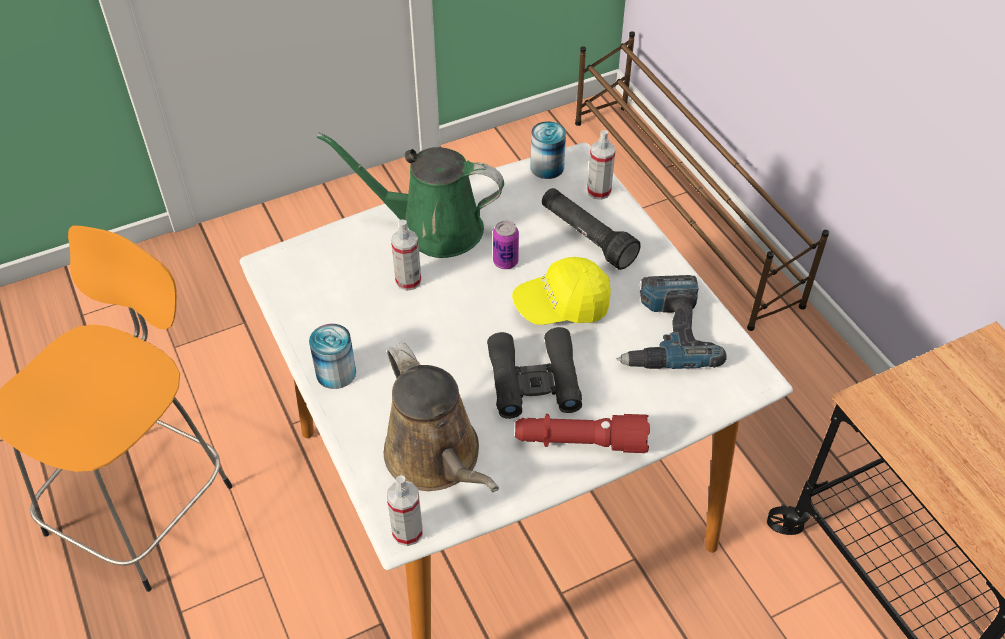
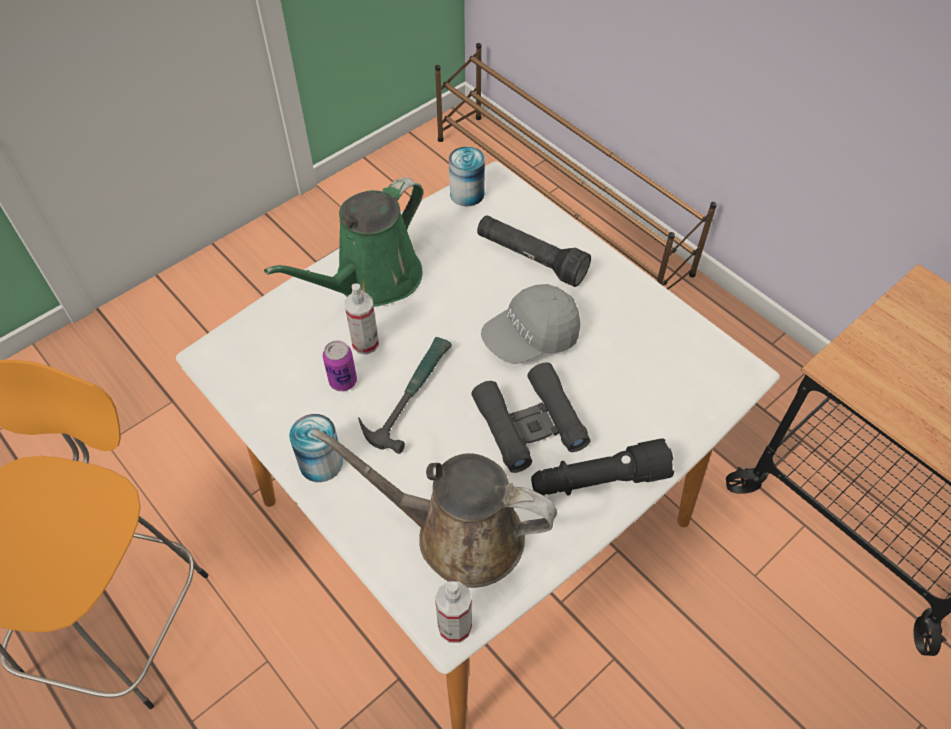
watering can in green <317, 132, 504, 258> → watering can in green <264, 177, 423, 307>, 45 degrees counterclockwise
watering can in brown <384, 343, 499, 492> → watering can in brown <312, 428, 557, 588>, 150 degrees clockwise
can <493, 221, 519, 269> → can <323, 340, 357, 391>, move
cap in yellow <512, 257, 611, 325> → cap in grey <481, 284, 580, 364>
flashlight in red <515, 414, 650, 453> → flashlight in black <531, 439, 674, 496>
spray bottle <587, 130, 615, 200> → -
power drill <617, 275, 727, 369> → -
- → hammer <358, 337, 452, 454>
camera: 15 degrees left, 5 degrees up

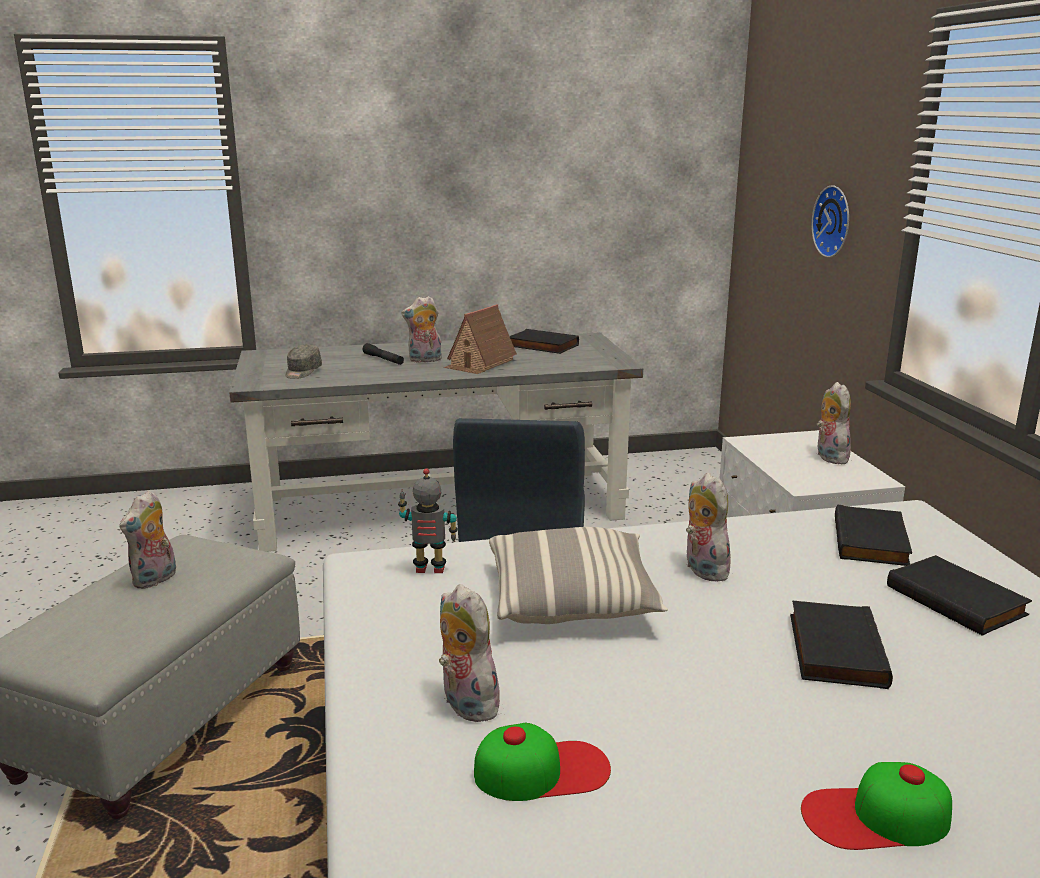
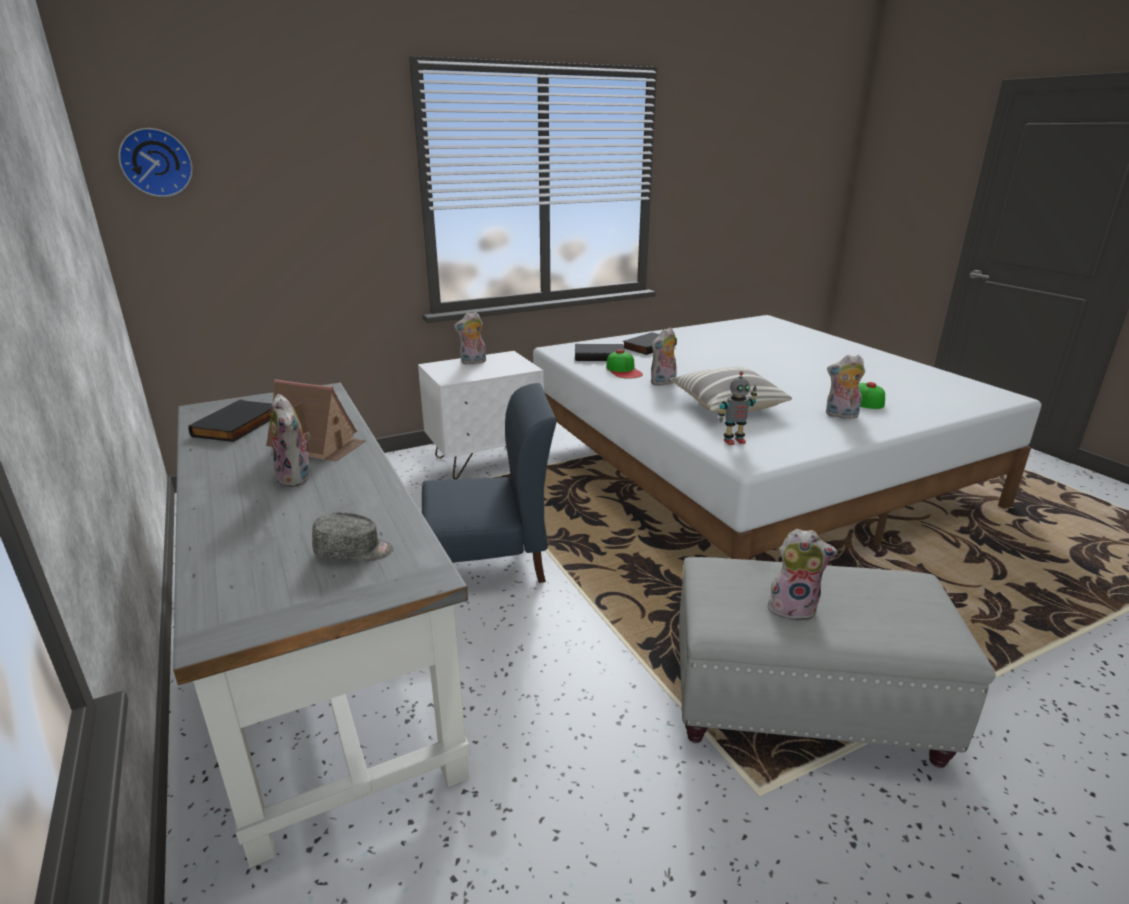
flashlight in black <363, 343, 404, 365> → -
toy robot <398, 468, 458, 573> → toy robot <718, 371, 757, 445>, 90 degrees counterclockwise
plush toy <439, 584, 502, 722> → plush toy <826, 355, 865, 418>, 60 degrees clockwise
book in black <790, 600, 893, 689> → -
cap <801, 762, 952, 850> → cap <606, 350, 643, 379>, move
wall clock <811, 185, 849, 258> → wall clock <118, 128, 193, 197>, move
camera: 105 degrees left, 5 degrees up

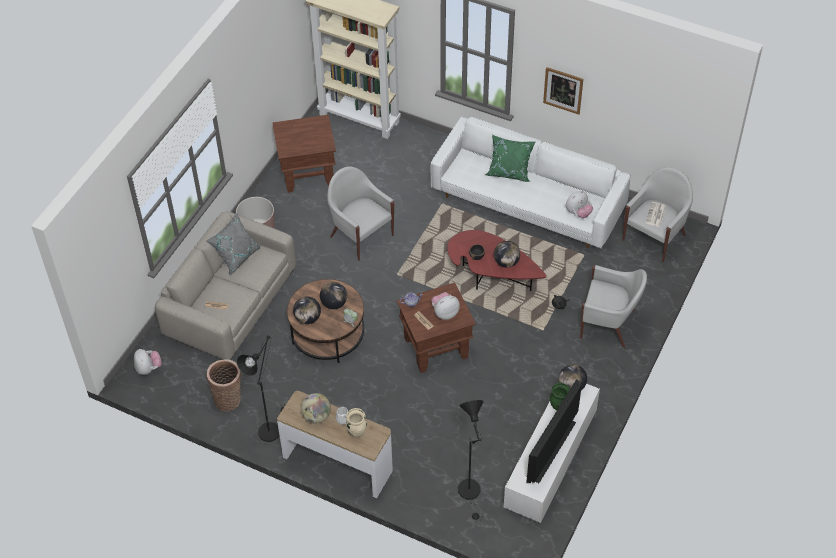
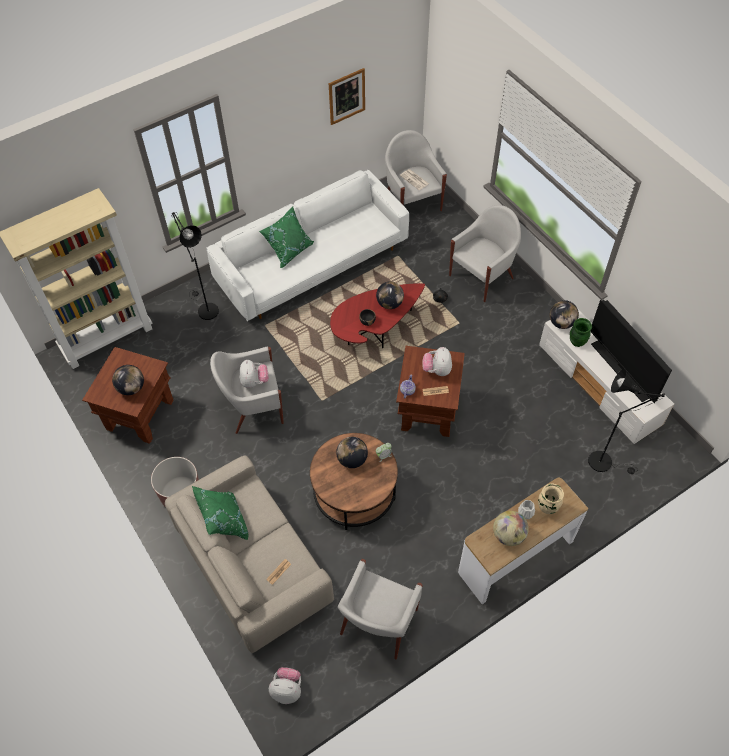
pillow in grey <206, 213, 261, 275> → pillow in green <192, 486, 248, 540>
basket <207, 359, 241, 411> → armchair in white <338, 559, 422, 660>
floor lamp in black <237, 335, 284, 442> → floor lamp in black <171, 212, 219, 320>, move
globe <293, 297, 321, 324> → globe <112, 365, 144, 395>, move
picture <543, 67, 583, 115> → picture <329, 68, 365, 125>, move
plush toy <566, 191, 593, 218> → plush toy <239, 360, 268, 388>, move
camera: 60 degrees left, 5 degrees up

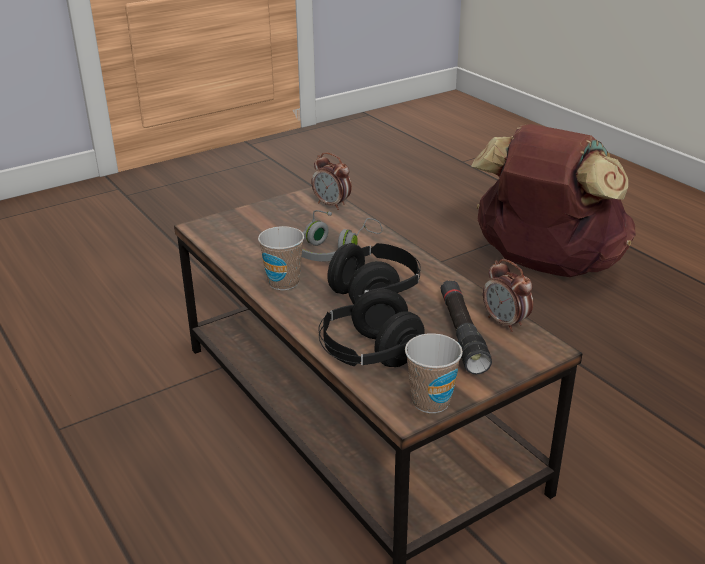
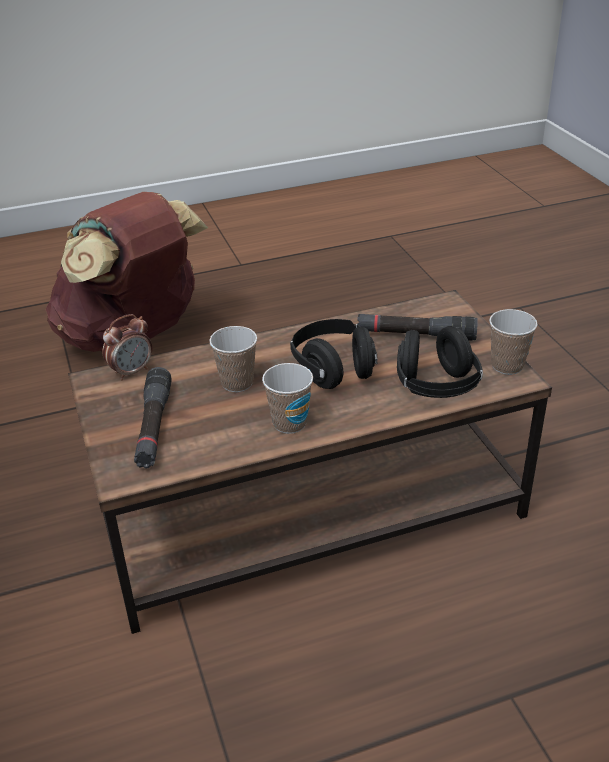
headphones in grey <302, 210, 383, 262> → cup <209, 326, 257, 392>
alarm clock <483, 259, 533, 332> → -
- → flashlight in black <134, 367, 172, 469>
camera: 75 degrees left, 5 degrees up

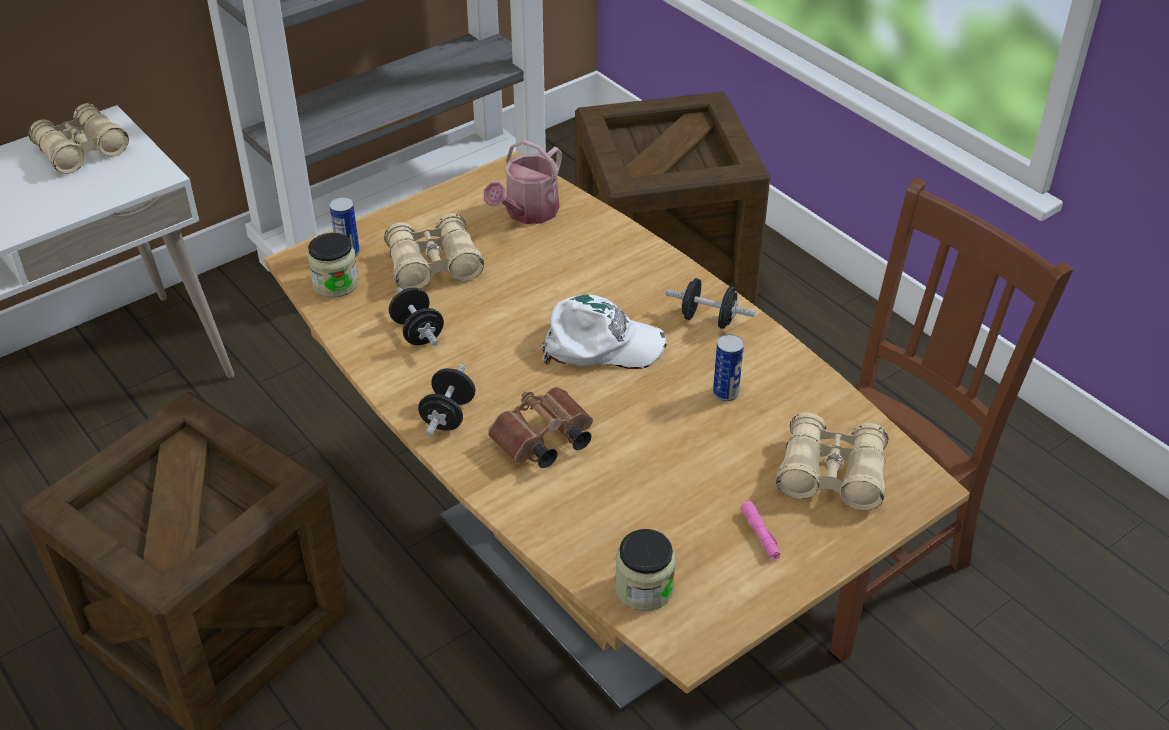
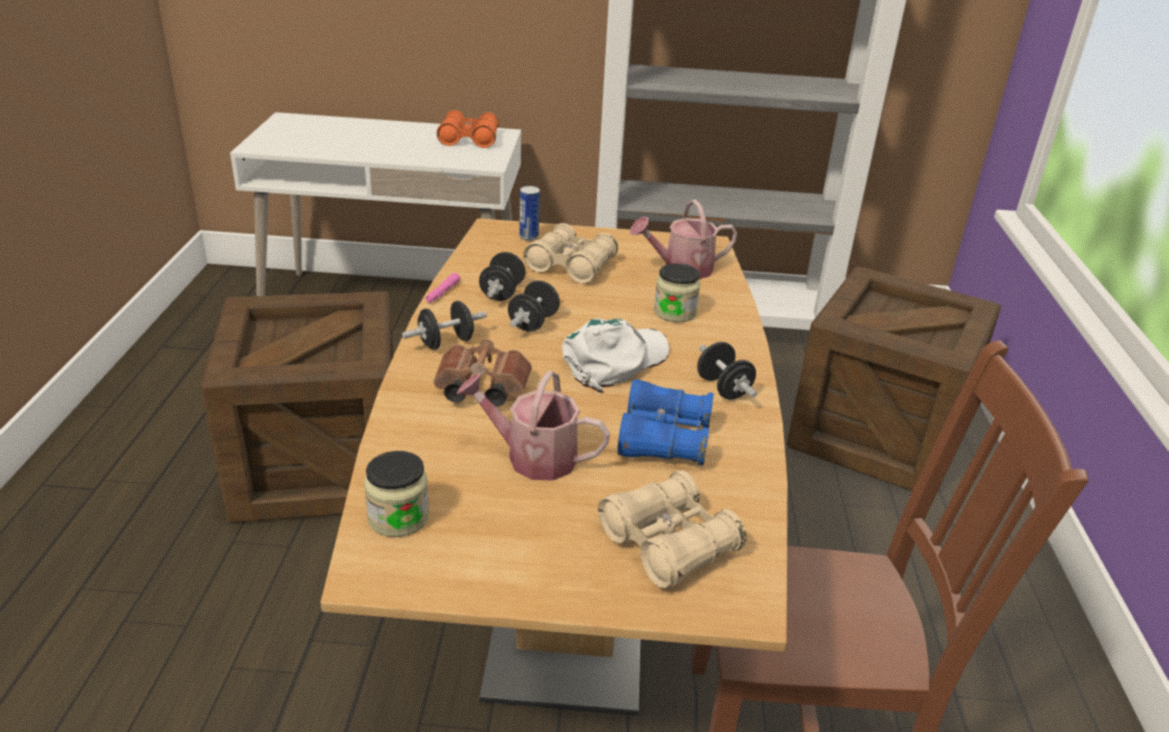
binoculars in beige <28, 103, 129, 174> → binoculars in orange <437, 110, 499, 148>
jar <308, 233, 359, 298> → jar <654, 263, 700, 322>, move
cap in white <542, 295, 667, 369> → cap in white <562, 318, 669, 393>, 90 degrees counterclockwise
can <713, 334, 744, 402> → binoculars in blue <617, 379, 714, 465>
flashlight in pink <741, 501, 780, 560> → flashlight in pink <426, 273, 460, 303>, move
- → watering can <456, 371, 610, 481>
- → dumbbell in black <508, 280, 560, 332>
camera: 40 degrees right, 10 degrees down

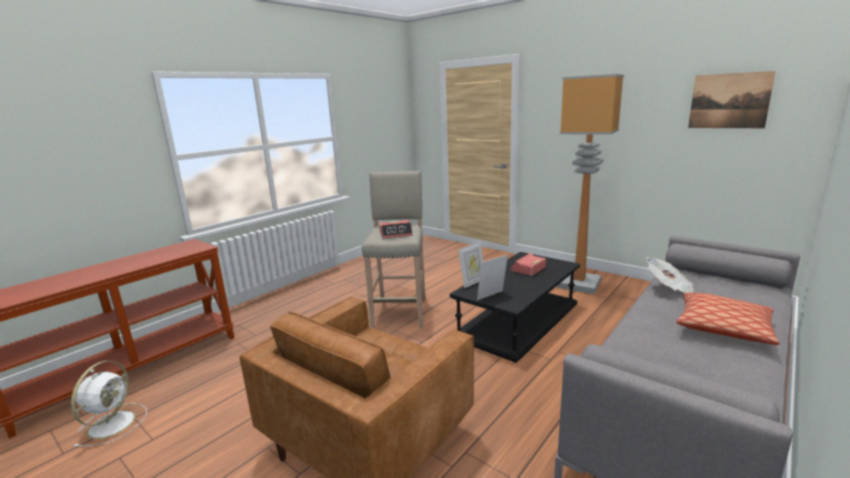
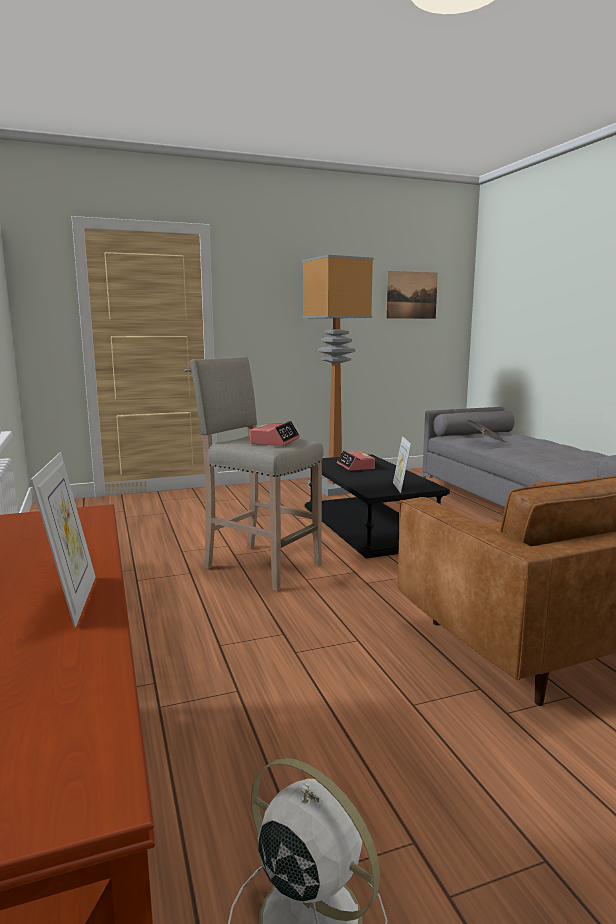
picture frame <459, 242, 483, 288> → picture frame <30, 452, 96, 628>, move
pillow <676, 293, 779, 345> → -
camera: 60 degrees left, 5 degrees down

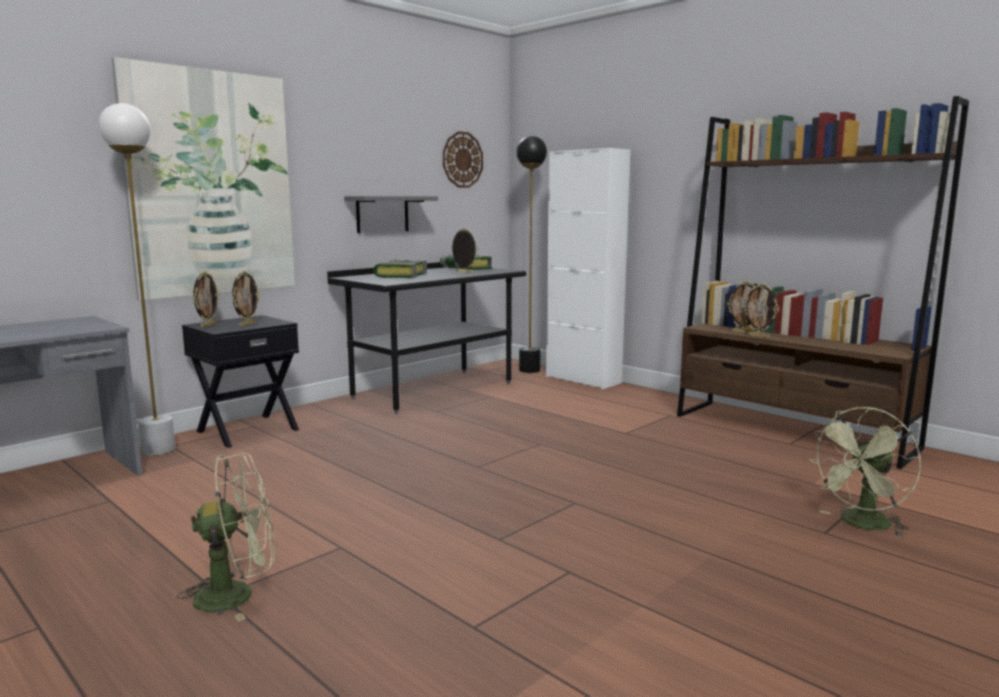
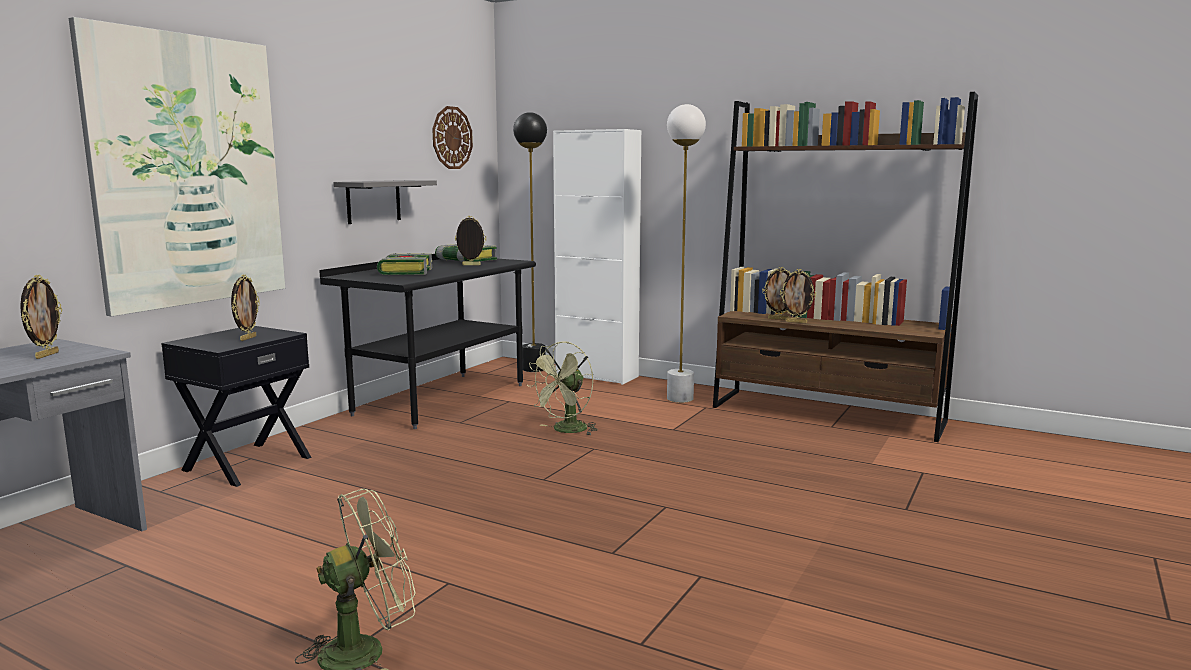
floor lamp in white <99, 103, 175, 456> → floor lamp in white <667, 104, 706, 403>, move
picture frame <194, 271, 220, 328> → picture frame <20, 275, 62, 359>, move
fan in green <809, 407, 921, 537> → fan in green <527, 341, 598, 435>, move
camera: 15 degrees left, 0 degrees up

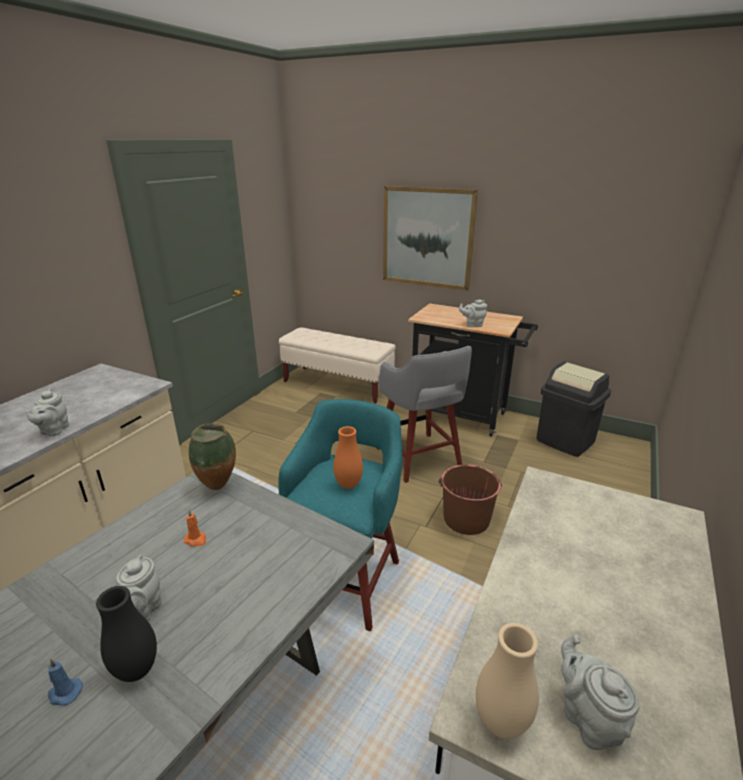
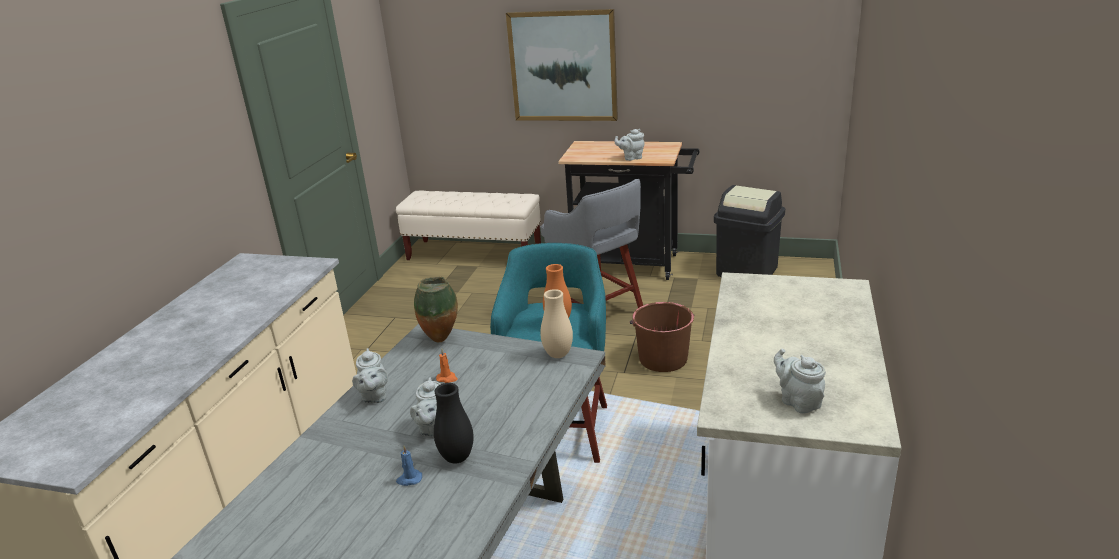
teapot in grey <25, 388, 69, 436> → teapot in grey <352, 348, 388, 403>, move
vase in beige <476, 623, 539, 739> → vase in beige <540, 289, 573, 358>, move
camera: 10 degrees left, 0 degrees up

